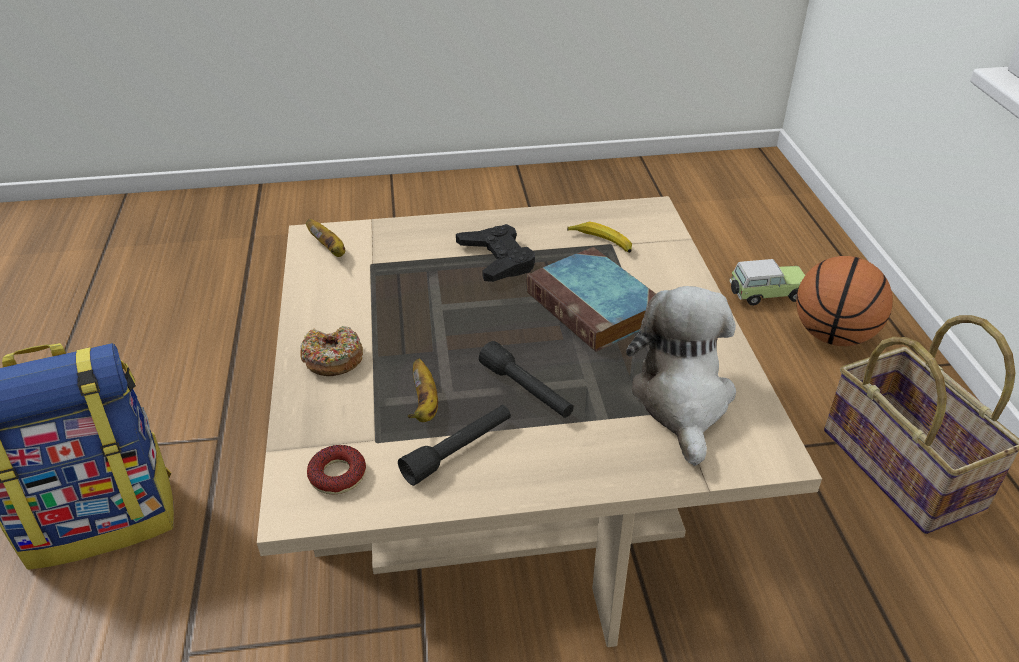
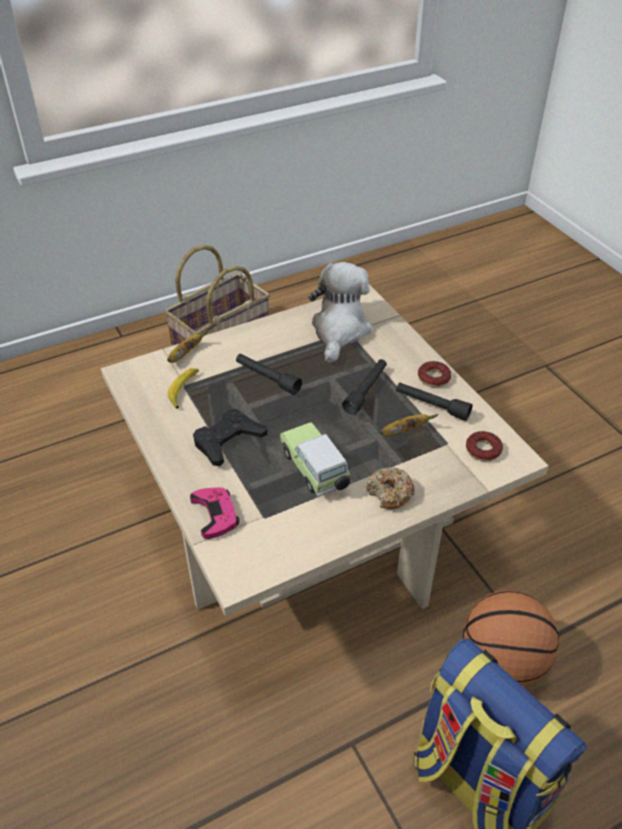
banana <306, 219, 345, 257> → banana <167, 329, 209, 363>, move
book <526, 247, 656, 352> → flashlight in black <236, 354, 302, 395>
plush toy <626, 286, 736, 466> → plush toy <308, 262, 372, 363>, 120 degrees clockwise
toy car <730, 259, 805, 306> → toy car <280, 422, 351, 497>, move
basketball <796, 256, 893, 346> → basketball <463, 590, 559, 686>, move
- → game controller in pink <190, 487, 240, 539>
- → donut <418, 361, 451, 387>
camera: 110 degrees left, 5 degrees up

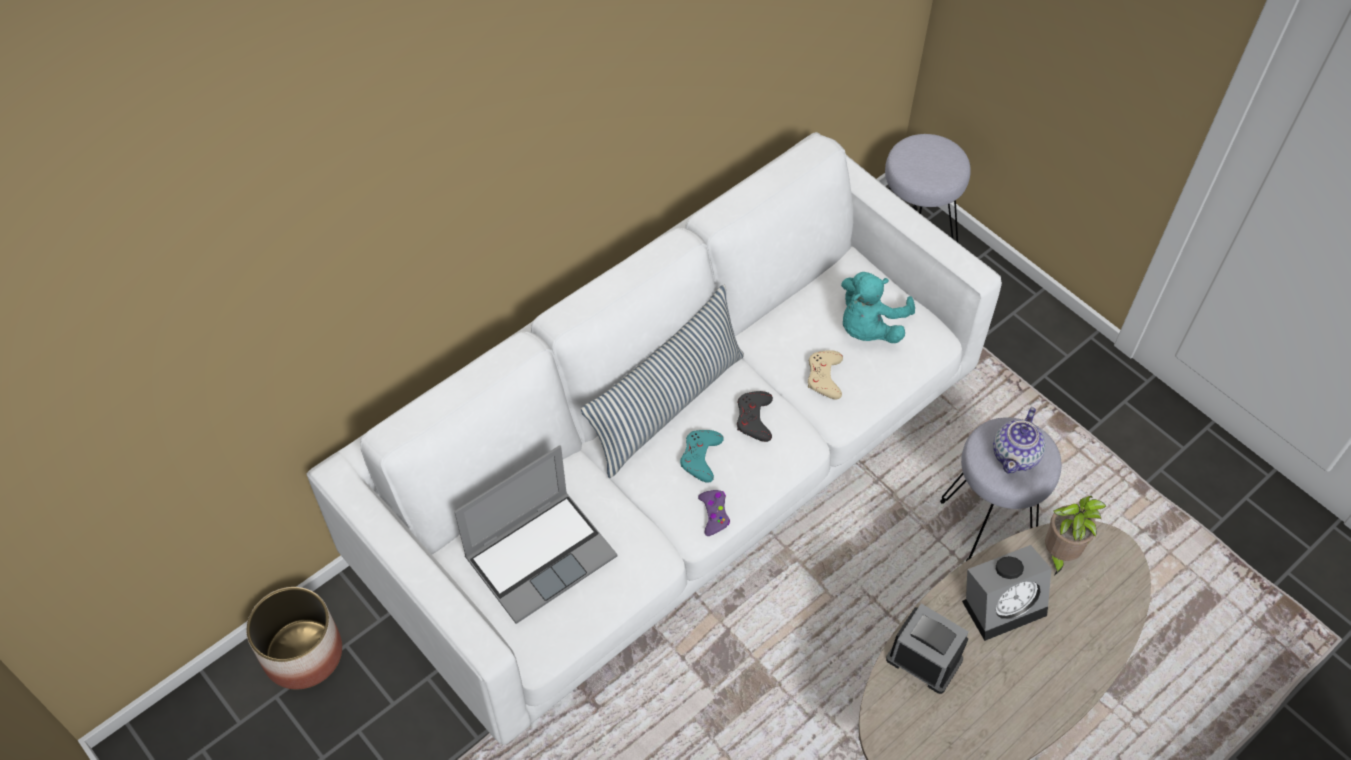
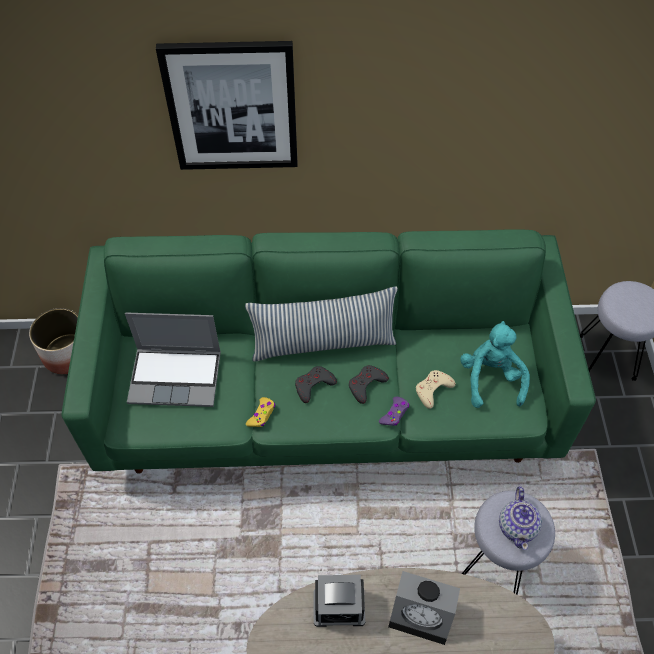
sofa in white <306, 132, 1002, 745> → sofa in green <61, 229, 596, 474>
game controller in turquoise <680, 430, 724, 483> → game controller in grey <295, 366, 337, 403>
game controller in purple <698, 490, 730, 536> → game controller in purple <379, 397, 409, 426>, move
plush toy in turquoise <841, 272, 915, 343> → plush toy in turquoise <460, 321, 530, 408>, 105 degrees clockwise
alarm clock <886, 603, 969, 694> → alarm clock <314, 575, 365, 627>, 105 degrees clockwise
teapot <993, 407, 1046, 474> → teapot <499, 486, 542, 550>, 60 degrees counterclockwise
potted plant <1045, 496, 1107, 576> → -
- → picture <156, 41, 298, 170>
- → game controller in yellow <246, 397, 275, 427>
camera: 40 degrees right, 0 degrees up

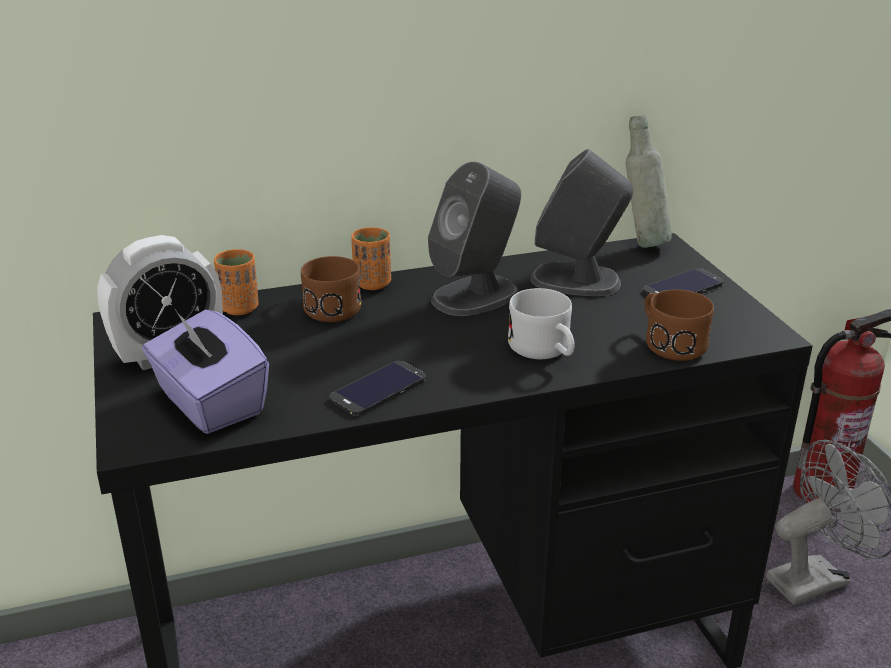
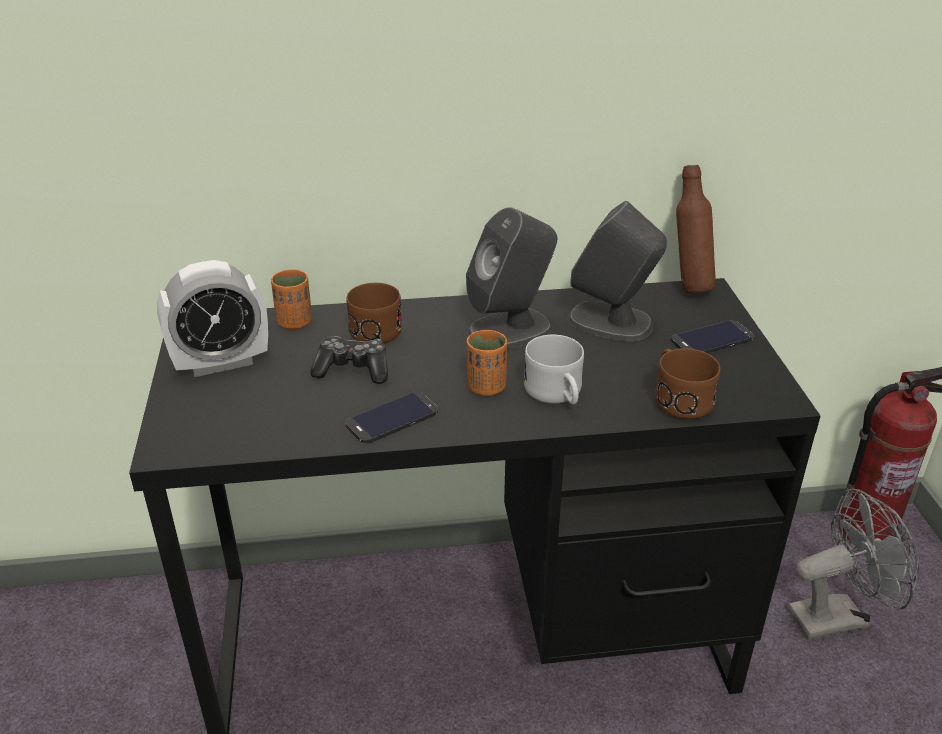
tissue box in purple <142, 308, 269, 434> → -
cup in orange <351, 227, 391, 290> → cup in orange <467, 330, 507, 396>, move
bottle in grey <626, 115, 672, 248> → bottle in brown <676, 165, 716, 293>
- → game controller <310, 336, 388, 384>
camera: 10 degrees right, 5 degrees up

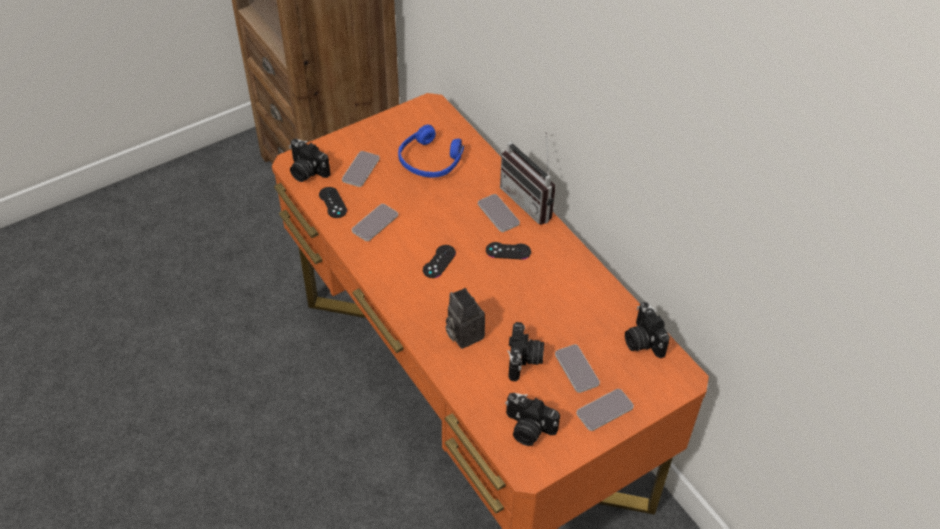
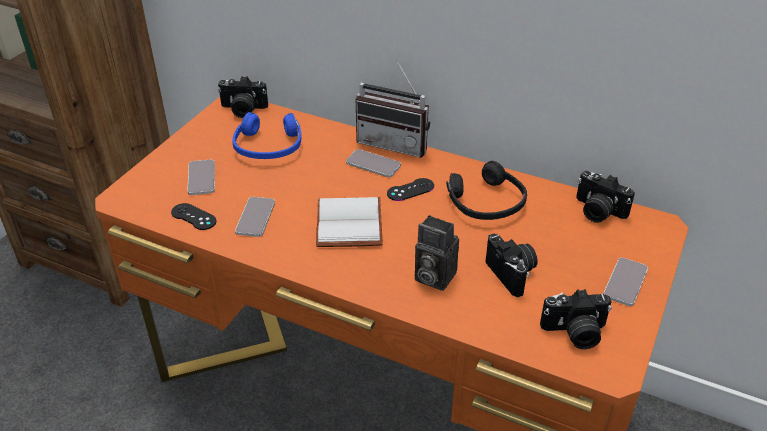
photo camera <289, 139, 331, 182> → photo camera <218, 76, 268, 118>, move
game controller in black <423, 245, 456, 278> → book in white <316, 197, 383, 247>
phone <555, 344, 600, 393> → -
- → headphones in black <446, 161, 527, 220>
camera: 30 degrees left, 10 degrees down

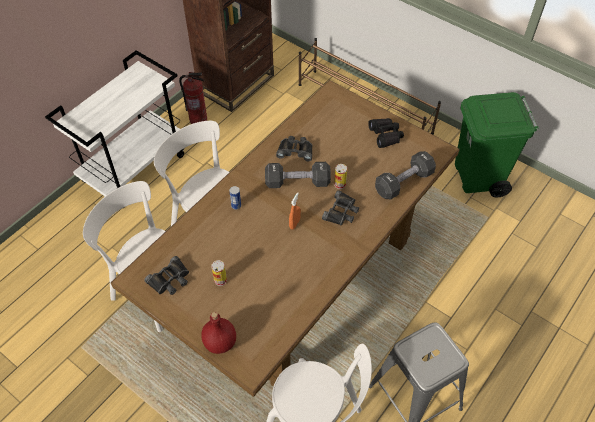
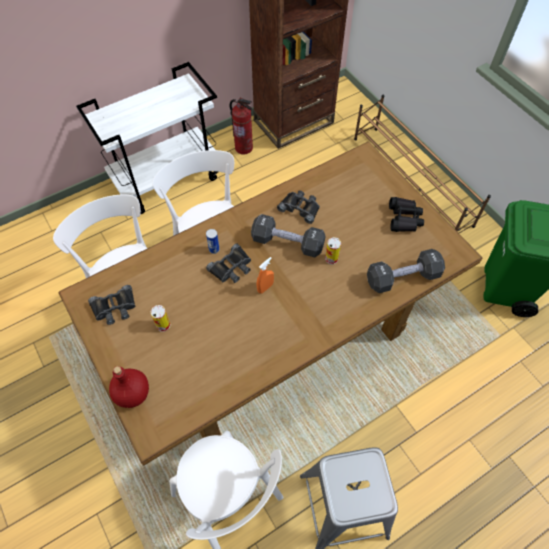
binoculars in black <322, 190, 359, 225> → binoculars in black <206, 244, 251, 283>, move
camera: 20 degrees right, 5 degrees up

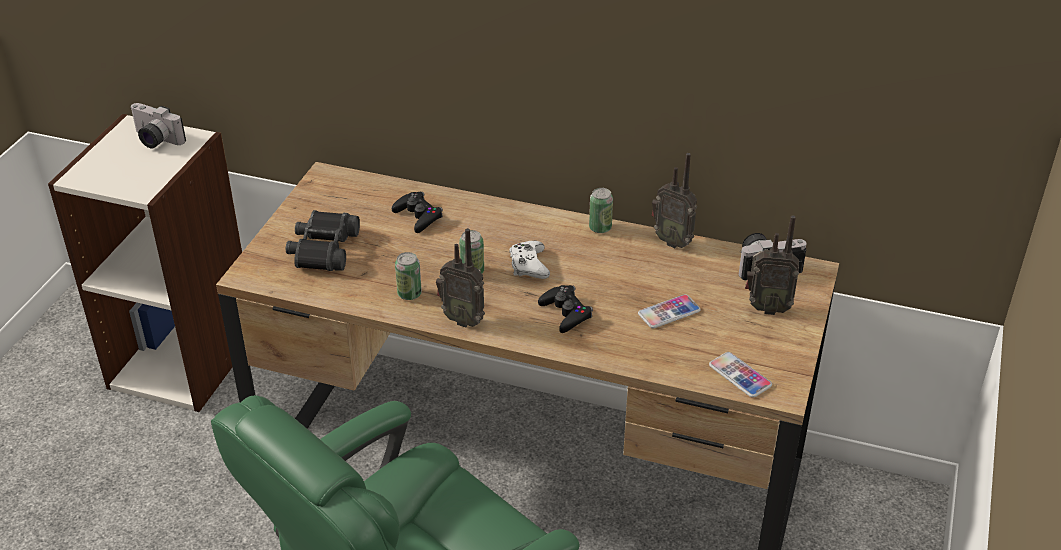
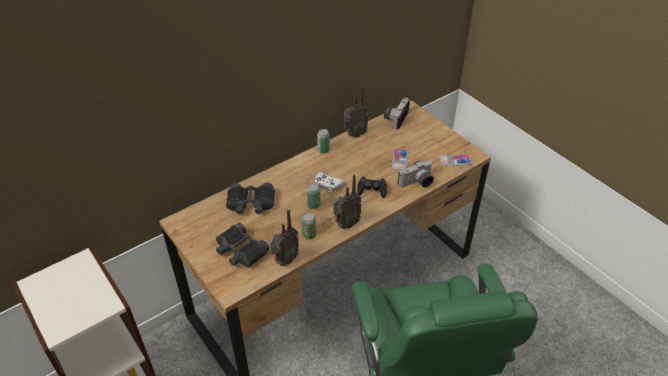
photo camera <130, 103, 186, 148> → photo camera <398, 160, 434, 187>, move
game controller in black <392, 192, 443, 233> → binoculars in black <226, 183, 275, 215>
radio <745, 215, 799, 315> → radio <270, 209, 299, 266>, move
camera: 55 degrees left, 5 degrees up

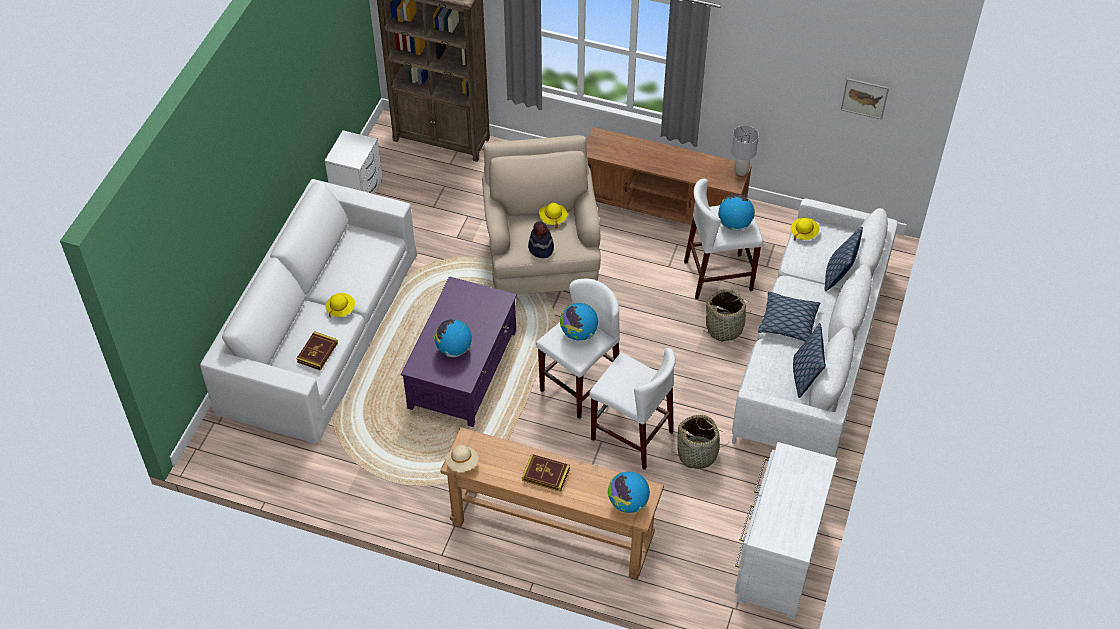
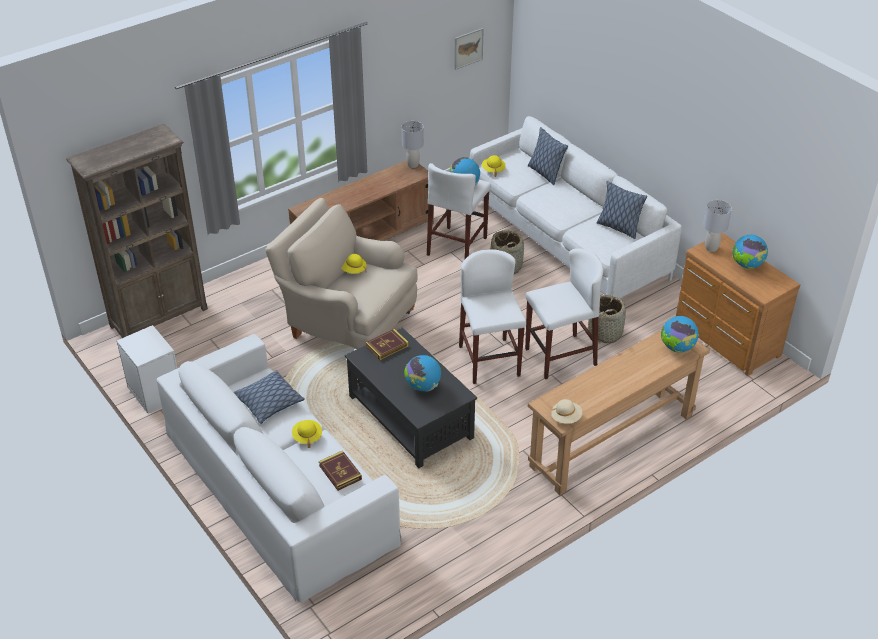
coffee table in purple <401, 276, 517, 427> → coffee table in black <345, 328, 477, 468>
book <522, 454, 570, 492> → book <366, 329, 409, 360>, move
hat <528, 221, 554, 258> → -
globe <560, 303, 598, 340> → globe <732, 235, 768, 269>, move
dresser in white <735, 442, 838, 619> → dresser in brown <676, 233, 800, 376>
pillow <758, 291, 820, 342> → pillow <234, 370, 305, 424>, move
- → table lamp in grey <703, 200, 732, 252>
camera: 55 degrees left, 10 degrees down

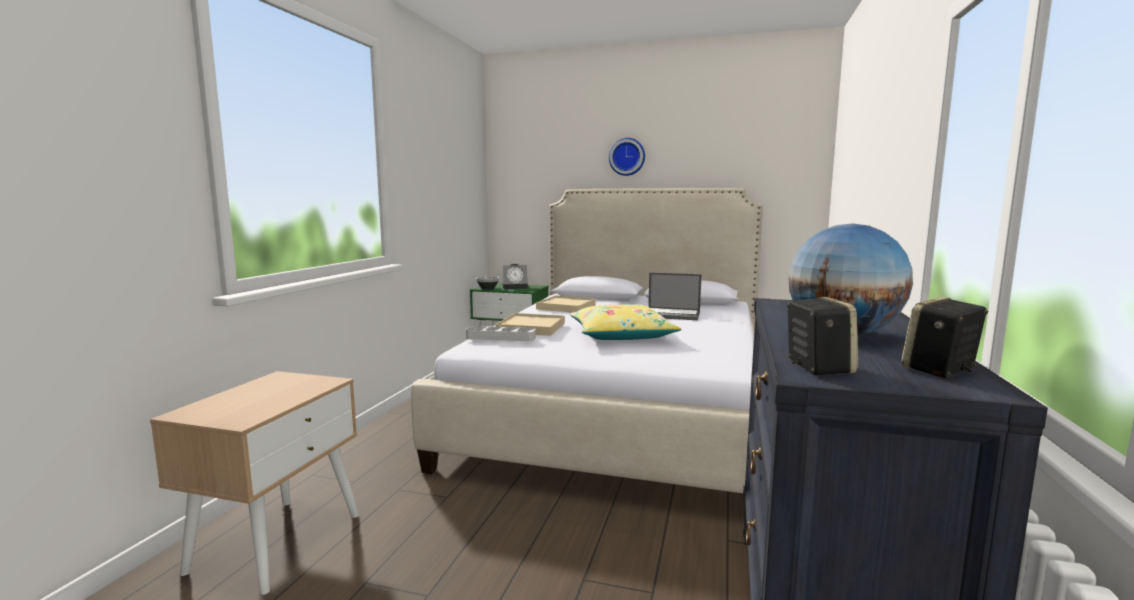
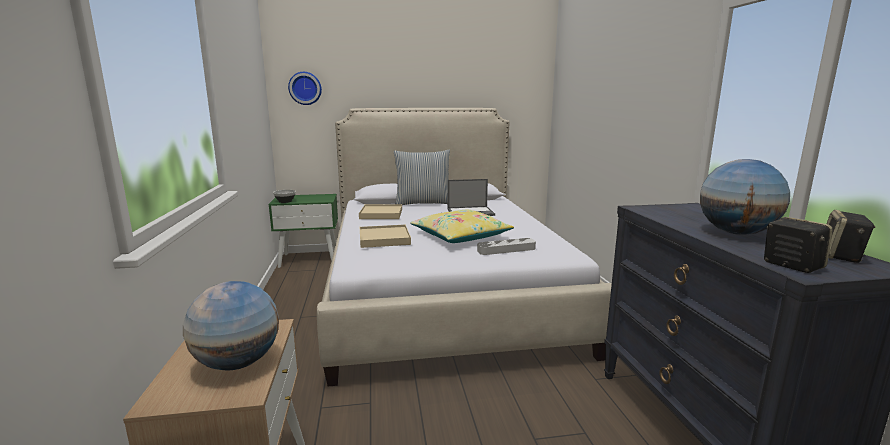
tray in grey <466, 326, 536, 341> → tray in grey <477, 238, 536, 255>, move
alarm clock <502, 264, 528, 289> → -
wall clock <609, 138, 645, 176> → wall clock <288, 72, 322, 105>, move
- → globe <183, 281, 279, 371>
- → pillow <394, 150, 450, 205>
camera: 25 degrees left, 5 degrees up

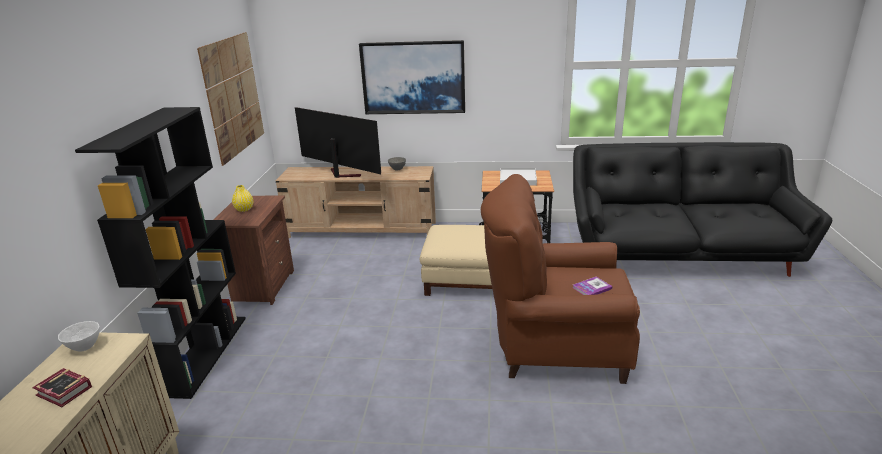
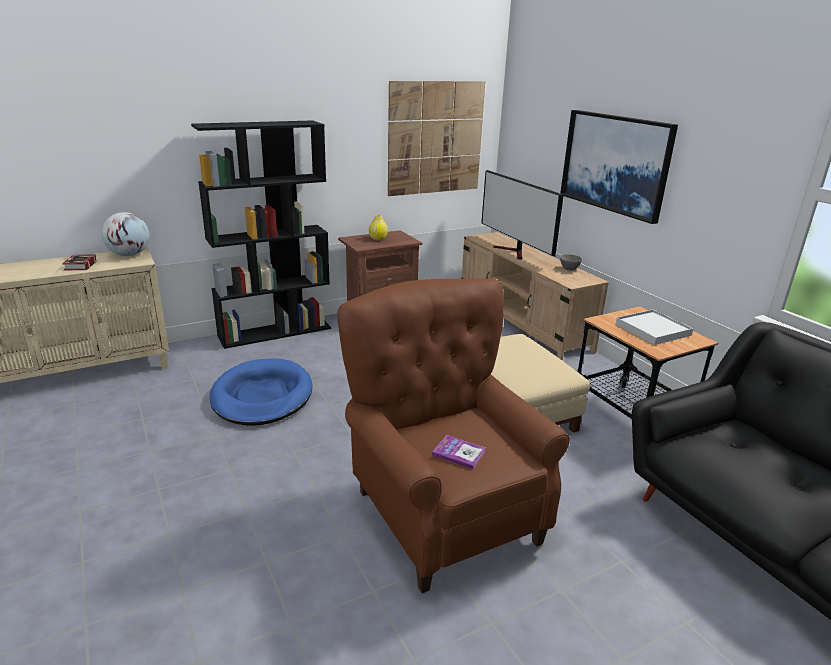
bowl in white <58, 321, 100, 351> → globe <102, 212, 150, 256>
television <295, 107, 381, 178> → television <481, 170, 564, 259>, 150 degrees clockwise
- → dog bed in blue <210, 358, 313, 425>
camera: 55 degrees right, 0 degrees up

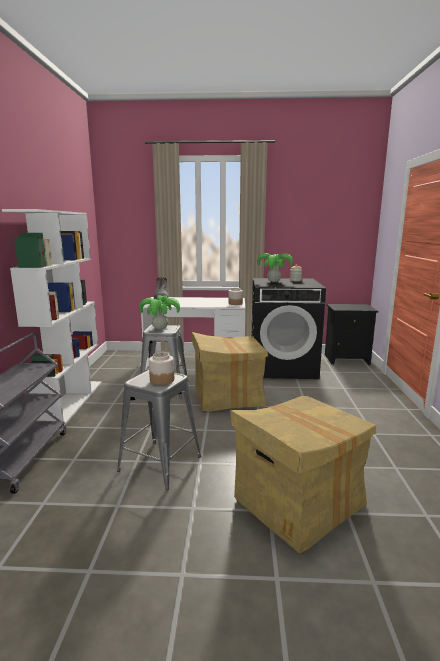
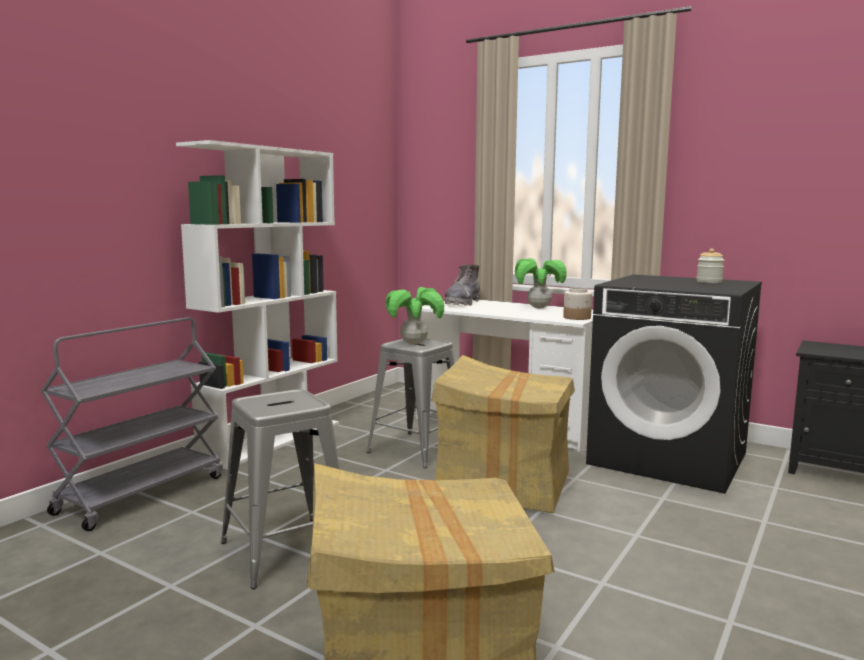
jar <149, 352, 174, 385> → -
potted plant <257, 253, 293, 282> → potted plant <515, 258, 567, 308>, move
camera: 30 degrees right, 5 degrees down

